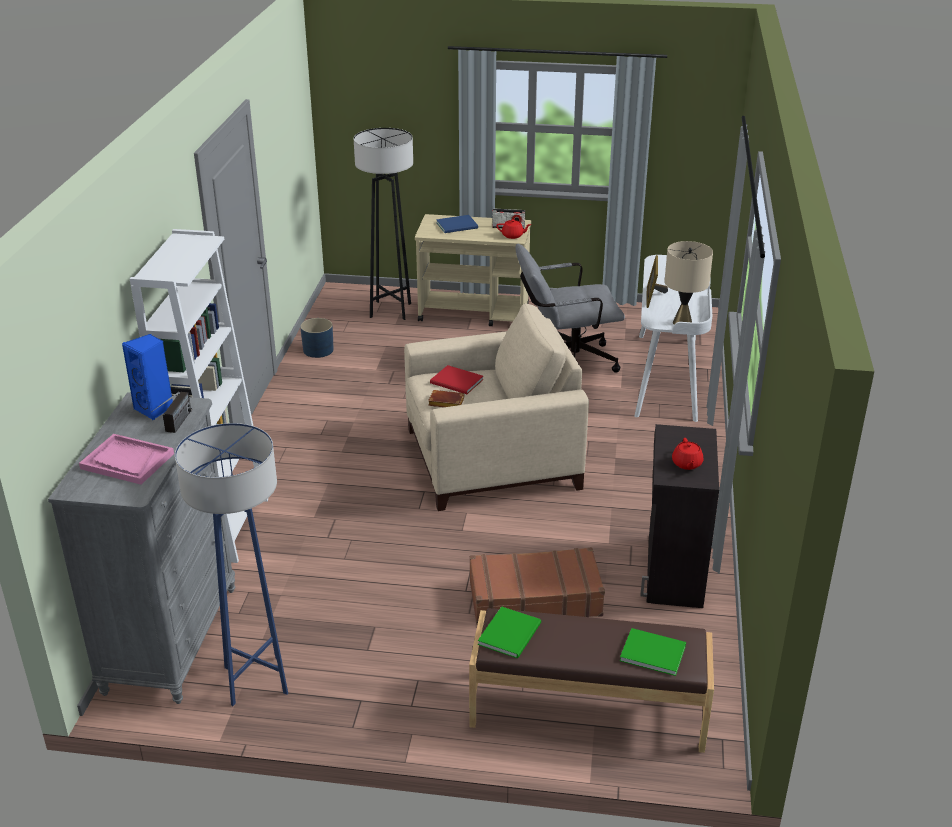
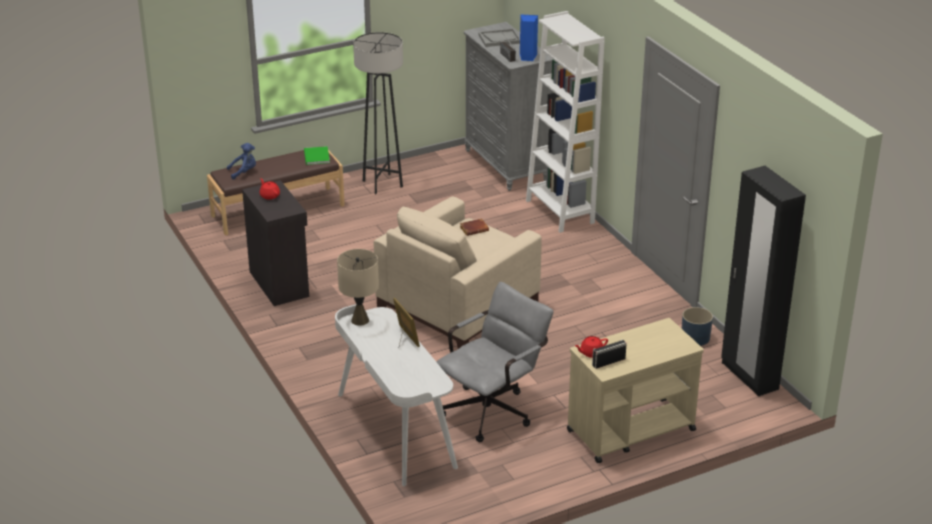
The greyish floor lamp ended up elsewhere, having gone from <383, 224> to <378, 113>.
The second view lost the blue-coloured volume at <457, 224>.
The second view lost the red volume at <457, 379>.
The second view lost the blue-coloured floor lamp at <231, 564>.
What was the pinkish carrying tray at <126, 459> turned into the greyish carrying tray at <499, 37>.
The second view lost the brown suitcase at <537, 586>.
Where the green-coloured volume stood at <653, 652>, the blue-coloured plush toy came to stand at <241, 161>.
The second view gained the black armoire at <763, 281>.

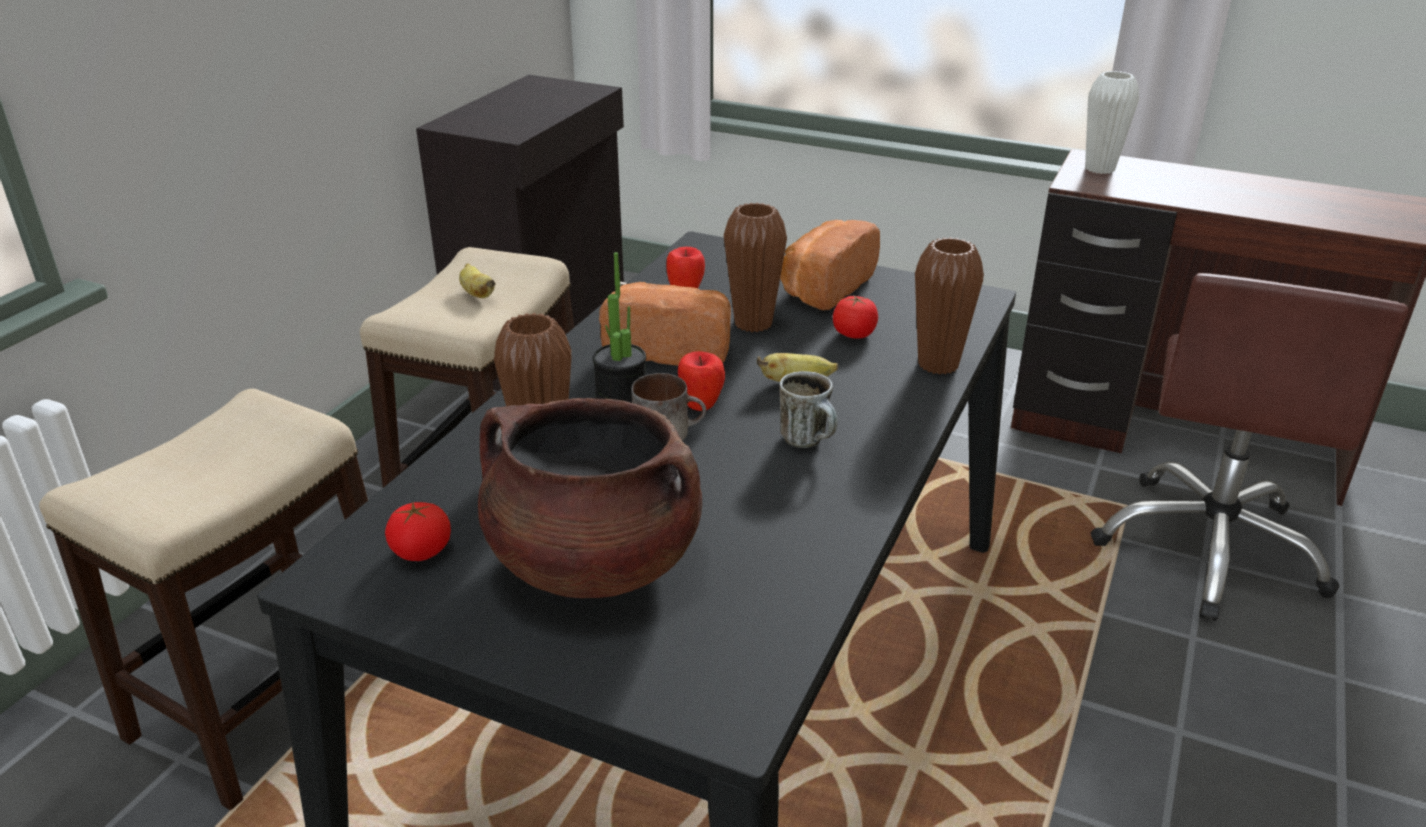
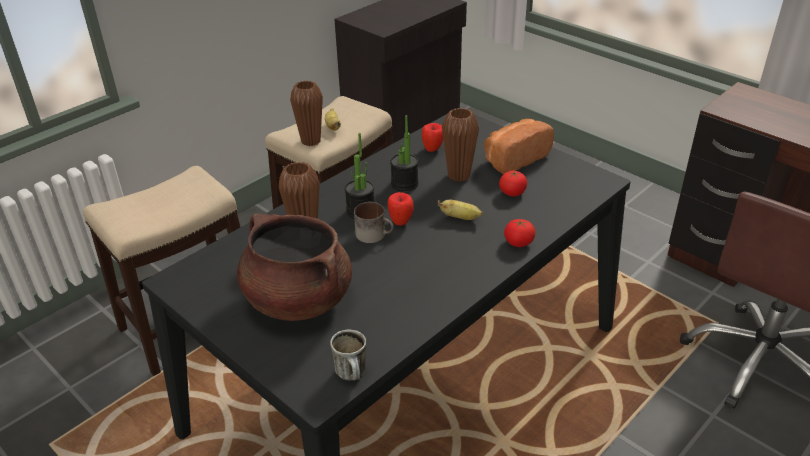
The second view lost the white-coloured flower vase at <1112, 122>.
The brown flower vase ended up elsewhere, having gone from <949, 306> to <306, 113>.
Where the baked bread stood at <665, 324>, the potted plant came to stand at <404, 153>.
The mug ended up elsewhere, having gone from <808, 409> to <348, 355>.
The tomato ended up elsewhere, having gone from <418, 531> to <519, 233>.

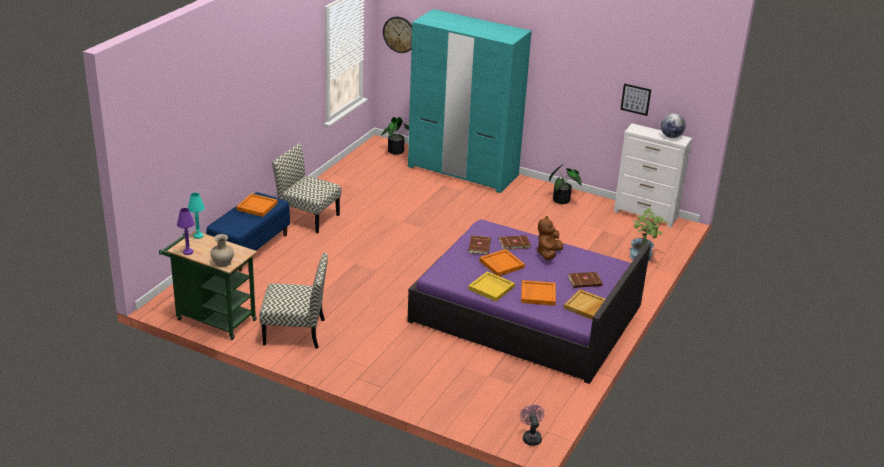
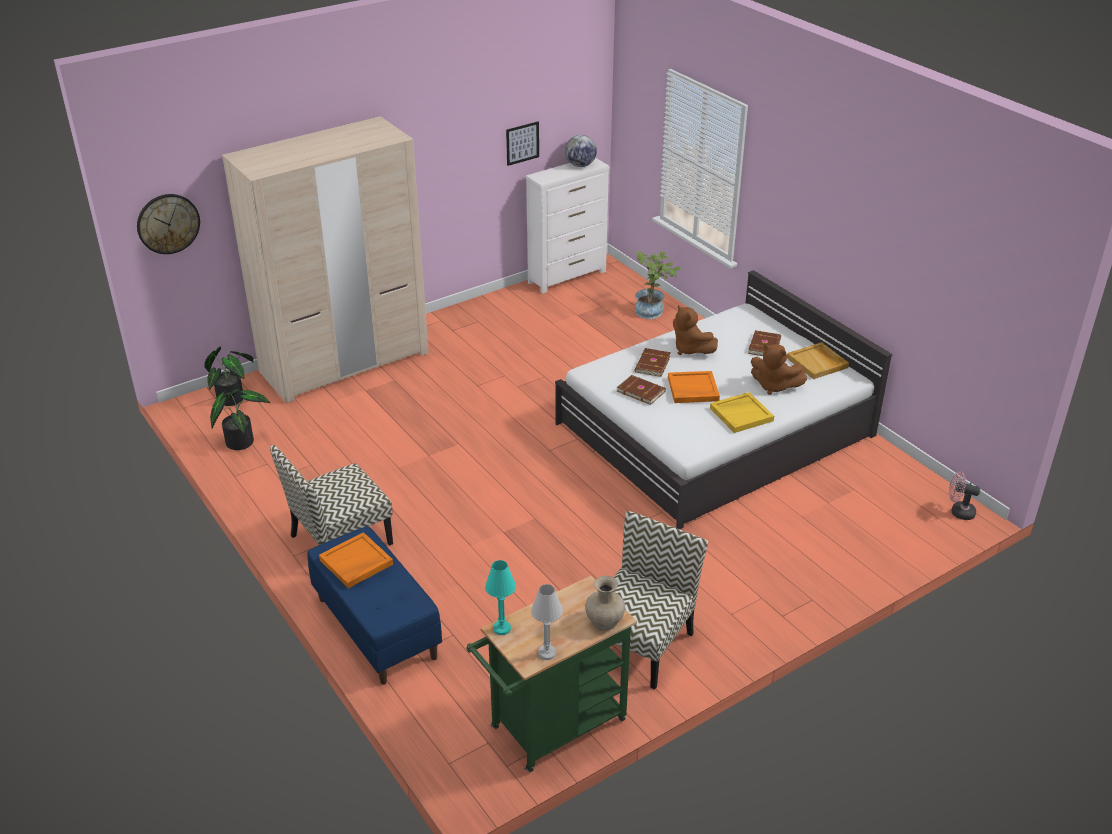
What was the turquoise armoire at <470, 101> turned into the beige-coloured armoire at <325, 259>.
The potted plant ended up elsewhere, having gone from <565, 184> to <240, 419>.
What was the purple lamp for a table at <186, 231> turned into the white-coloured lamp for a table at <547, 622>.
What was the purple sleeping bed at <529, 301> turned into the white-coloured sleeping bed at <723, 399>.
Where the orangey carrying tray stood at <538, 293>, the brown plush toy came to stand at <779, 369>.

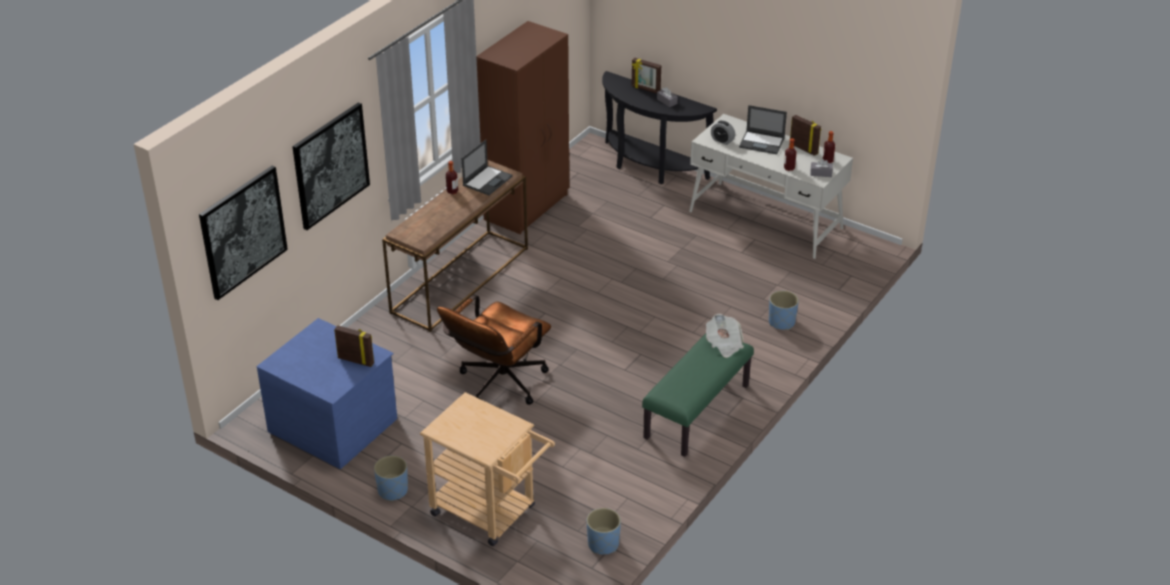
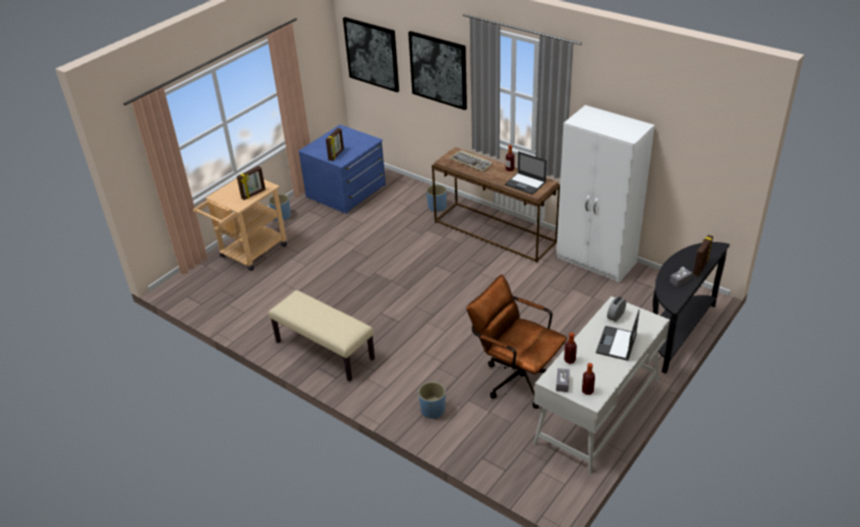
What was the brown armoire at <522, 127> turned into the white-coloured armoire at <605, 194>.
The picture frame ended up elsewhere, having gone from <805, 135> to <251, 183>.
The brown desk chair ended up elsewhere, having gone from <494, 350> to <516, 341>.
The second view lost the newspaper at <725, 336>.
What was the green-coloured indoor bench at <698, 395> turned into the beige-coloured indoor bench at <321, 336>.
The blue-coloured planter ended up elsewhere, having gone from <604, 531> to <436, 198>.
The second view gained the PC keyboard at <471, 161>.

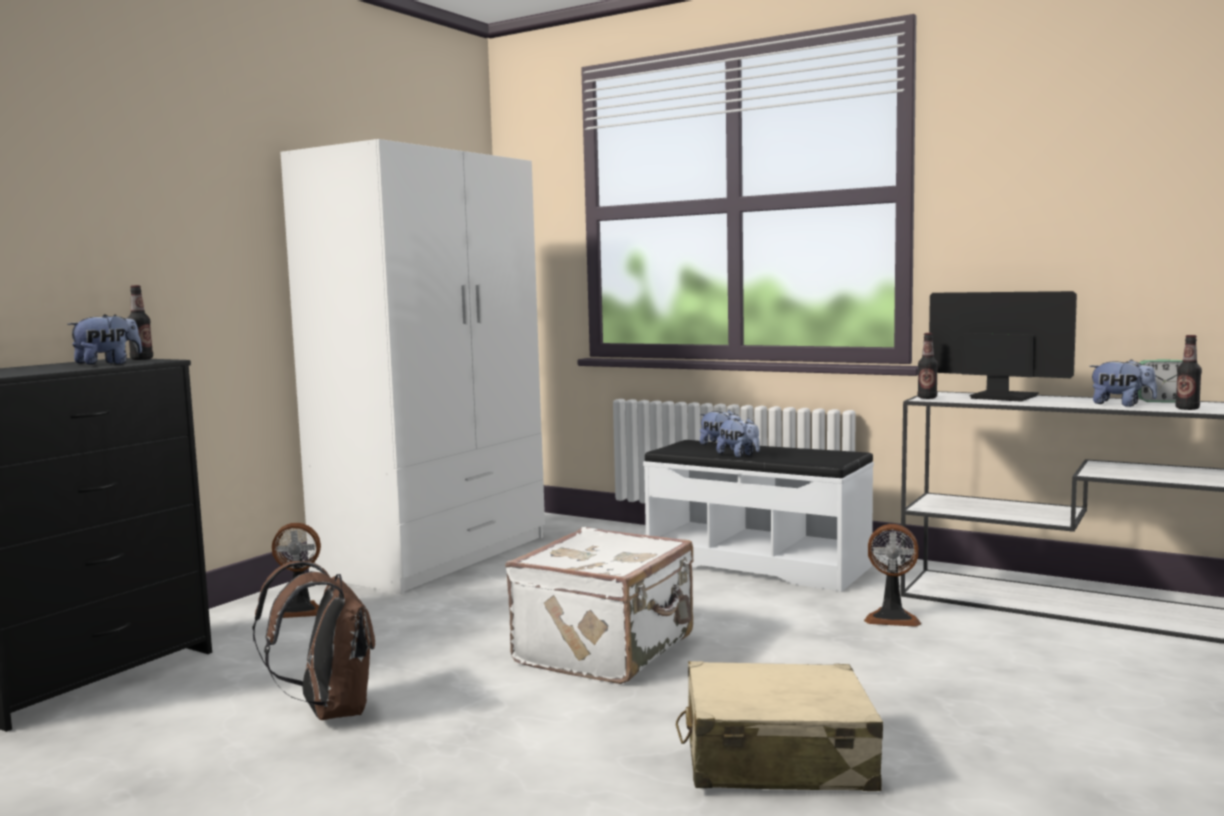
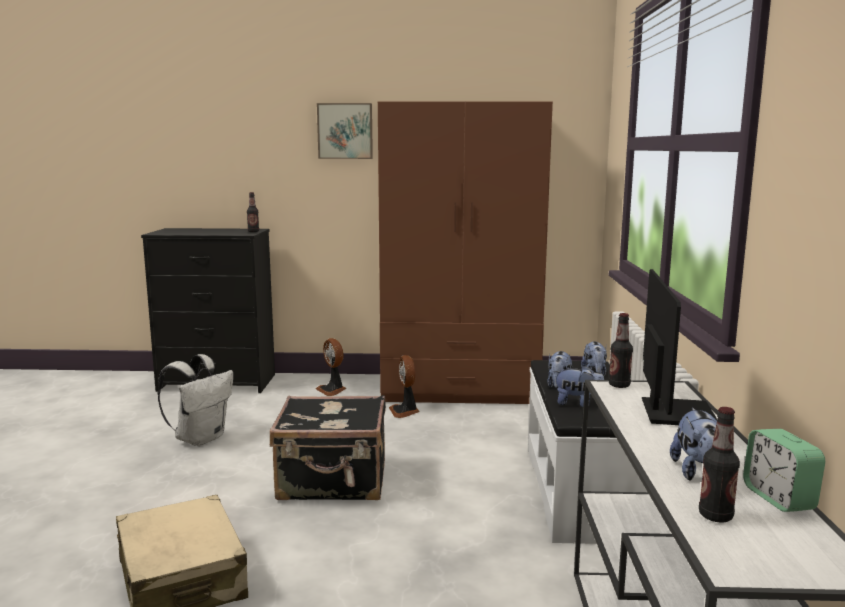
What was the white-coloured armoire at <412, 366> turned into the brown armoire at <465, 252>.
The plush toy ended up elsewhere, having gone from <104, 339> to <578, 386>.
The fan ended up elsewhere, having gone from <892, 575> to <404, 386>.
What was the white-coloured suitcase at <599, 605> turned into the black suitcase at <328, 447>.
What was the brown knapsack at <314, 640> turned into the white-coloured knapsack at <195, 400>.
The second view gained the wall art at <345, 131>.

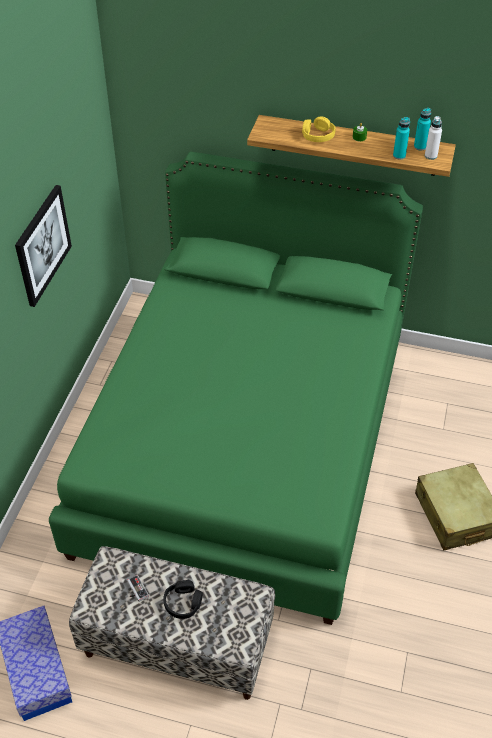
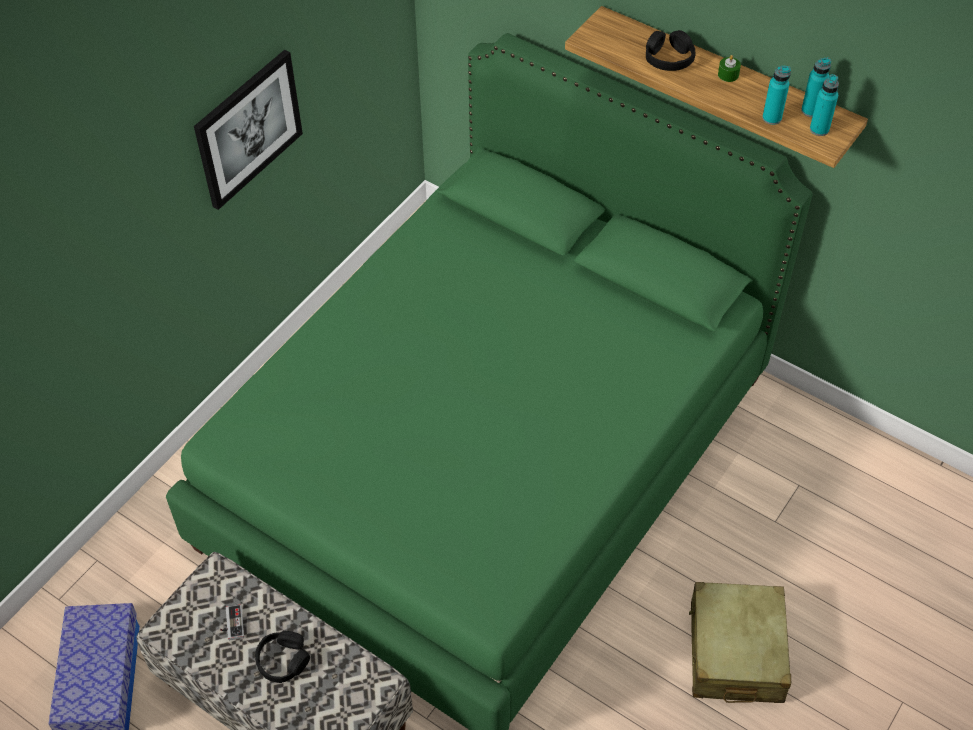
What was the yellow-coloured pair of headphones at <319, 129> turned into the black pair of headphones at <671, 50>.
What was the white-coloured bottle at <433, 138> turned into the turquoise bottle at <824, 105>.

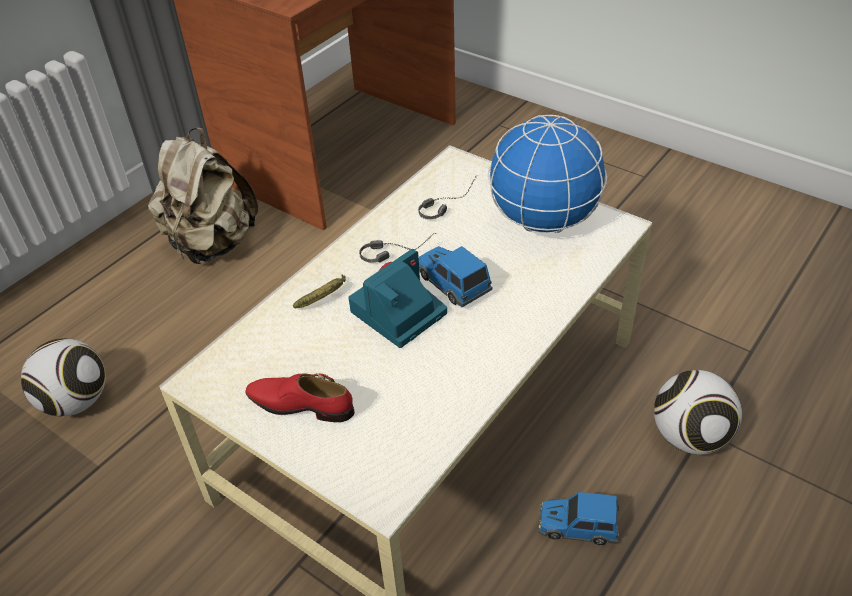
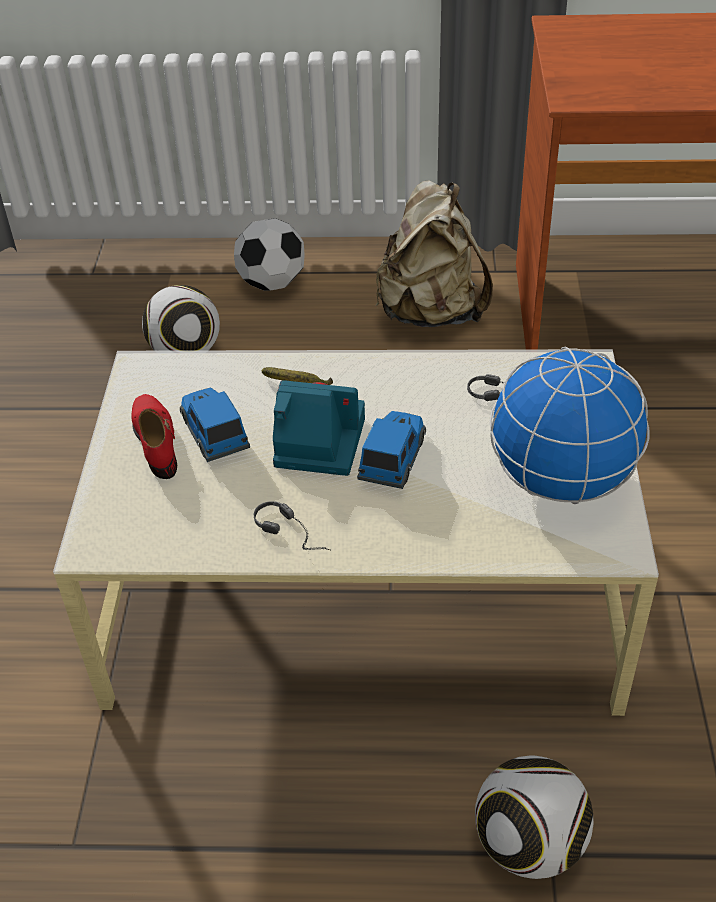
The pair of headphones ended up elsewhere, having gone from <398, 248> to <292, 525>.
The toy car ended up elsewhere, having gone from <578, 518> to <215, 424>.
The second view gained the football ball at <269, 254>.

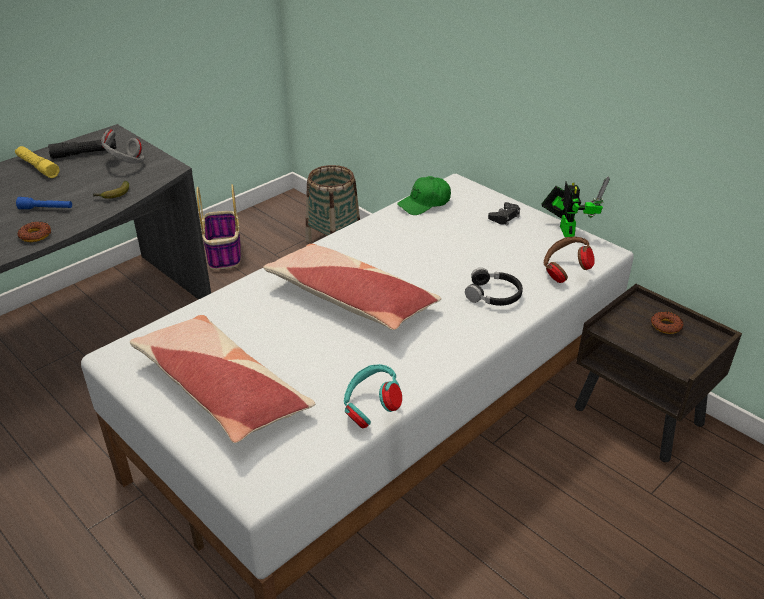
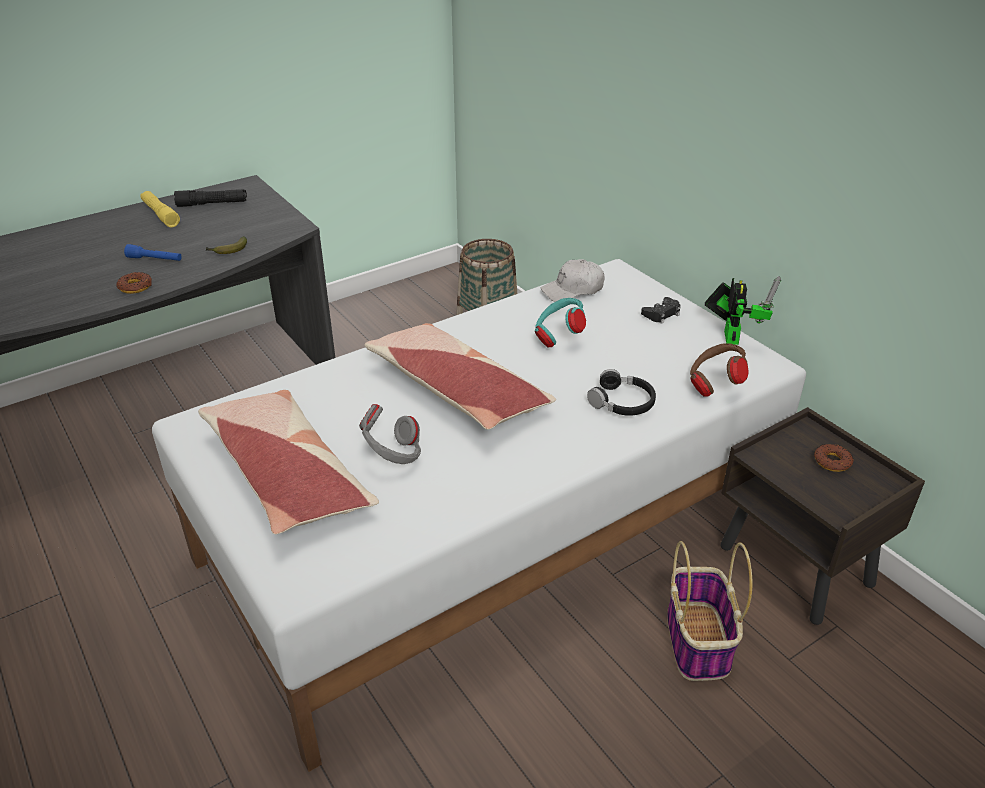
The greyish pair of headphones ended up elsewhere, having gone from <122, 146> to <390, 434>.
What was the green-coloured cap at <424, 195> turned into the white-coloured cap at <573, 280>.
The household basket ended up elsewhere, having gone from <219, 227> to <709, 611>.
The turquoise pair of headphones ended up elsewhere, having gone from <373, 396> to <560, 322>.

